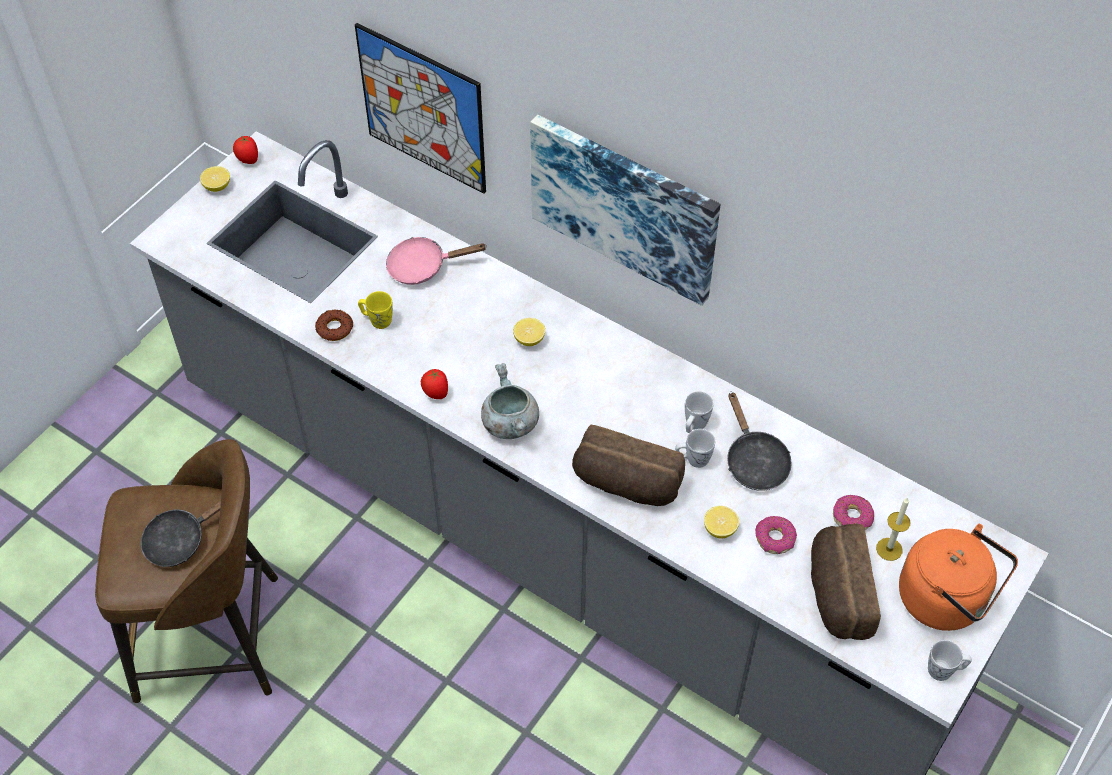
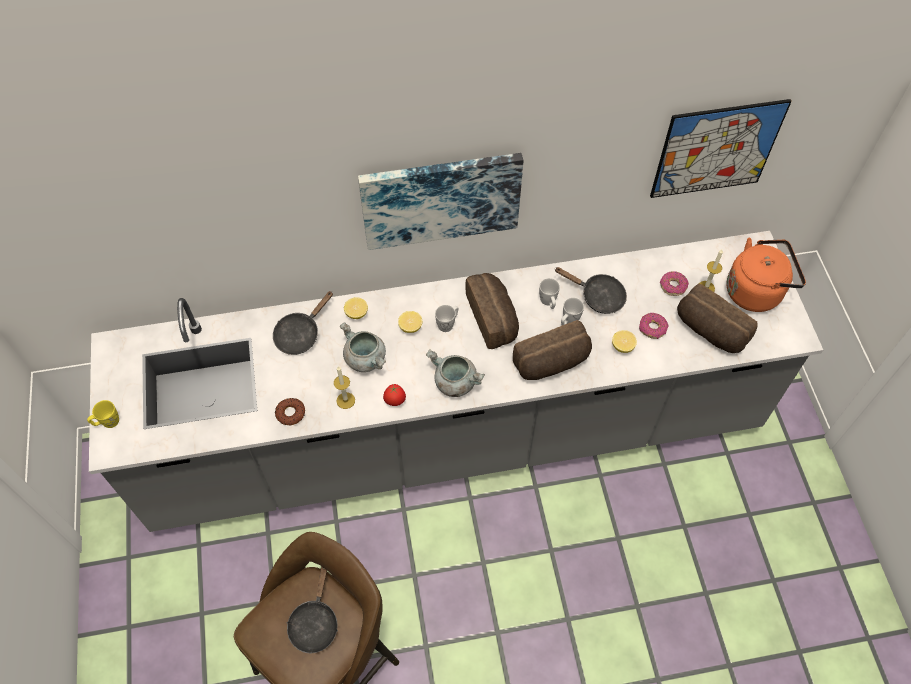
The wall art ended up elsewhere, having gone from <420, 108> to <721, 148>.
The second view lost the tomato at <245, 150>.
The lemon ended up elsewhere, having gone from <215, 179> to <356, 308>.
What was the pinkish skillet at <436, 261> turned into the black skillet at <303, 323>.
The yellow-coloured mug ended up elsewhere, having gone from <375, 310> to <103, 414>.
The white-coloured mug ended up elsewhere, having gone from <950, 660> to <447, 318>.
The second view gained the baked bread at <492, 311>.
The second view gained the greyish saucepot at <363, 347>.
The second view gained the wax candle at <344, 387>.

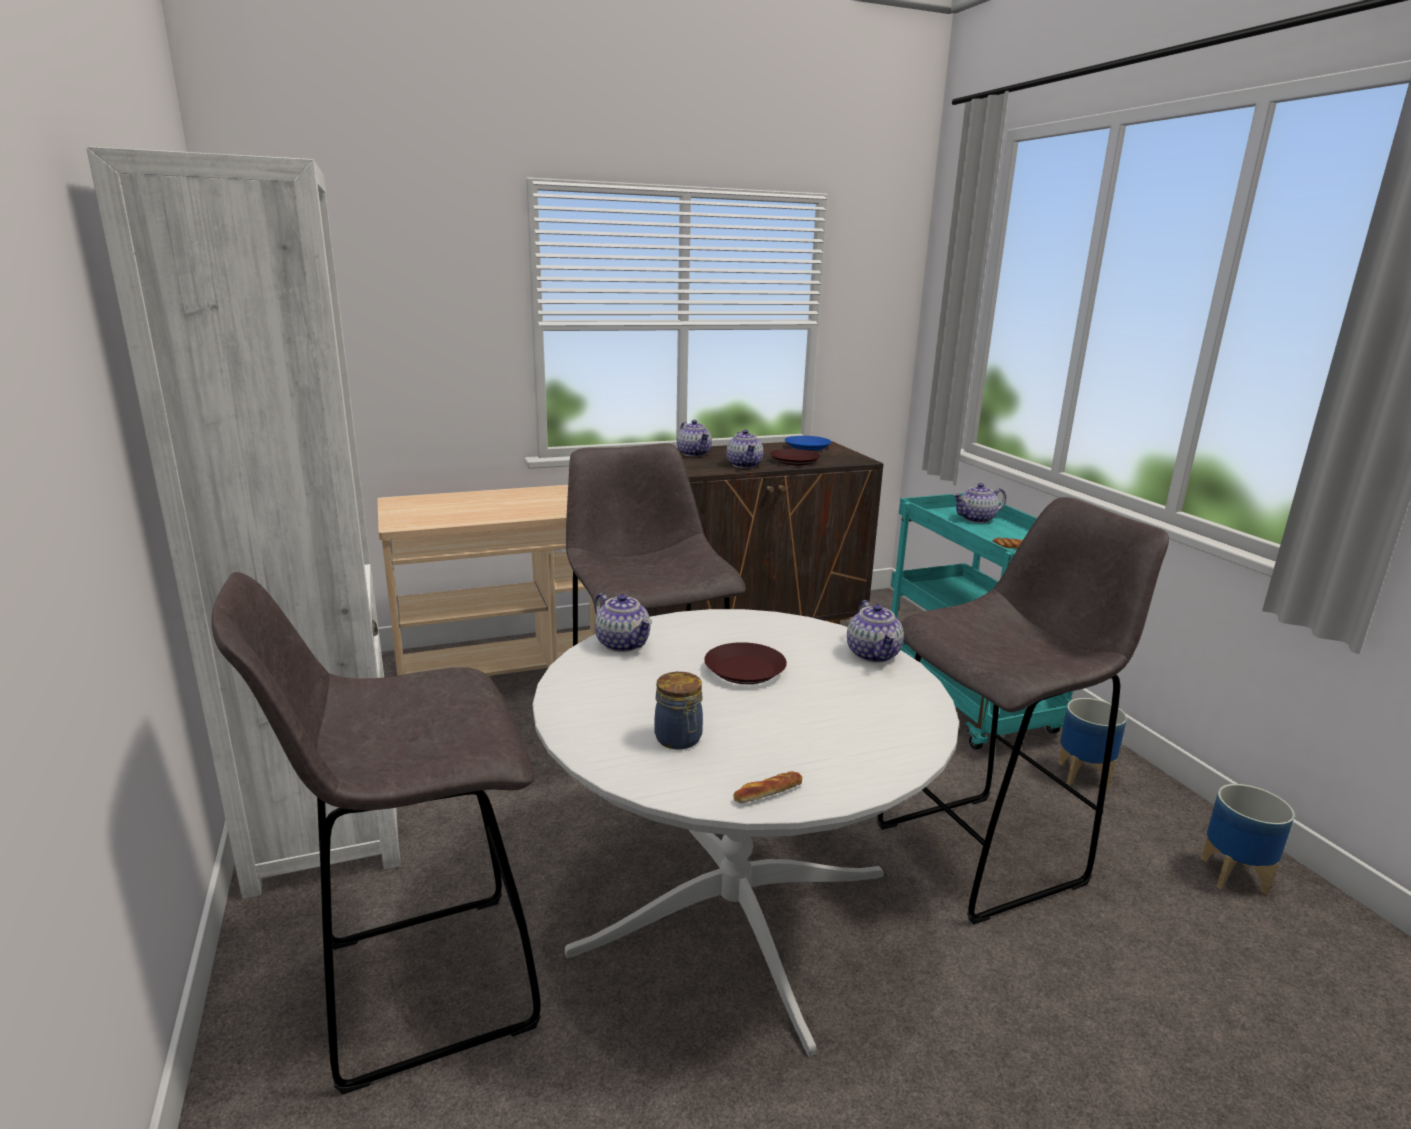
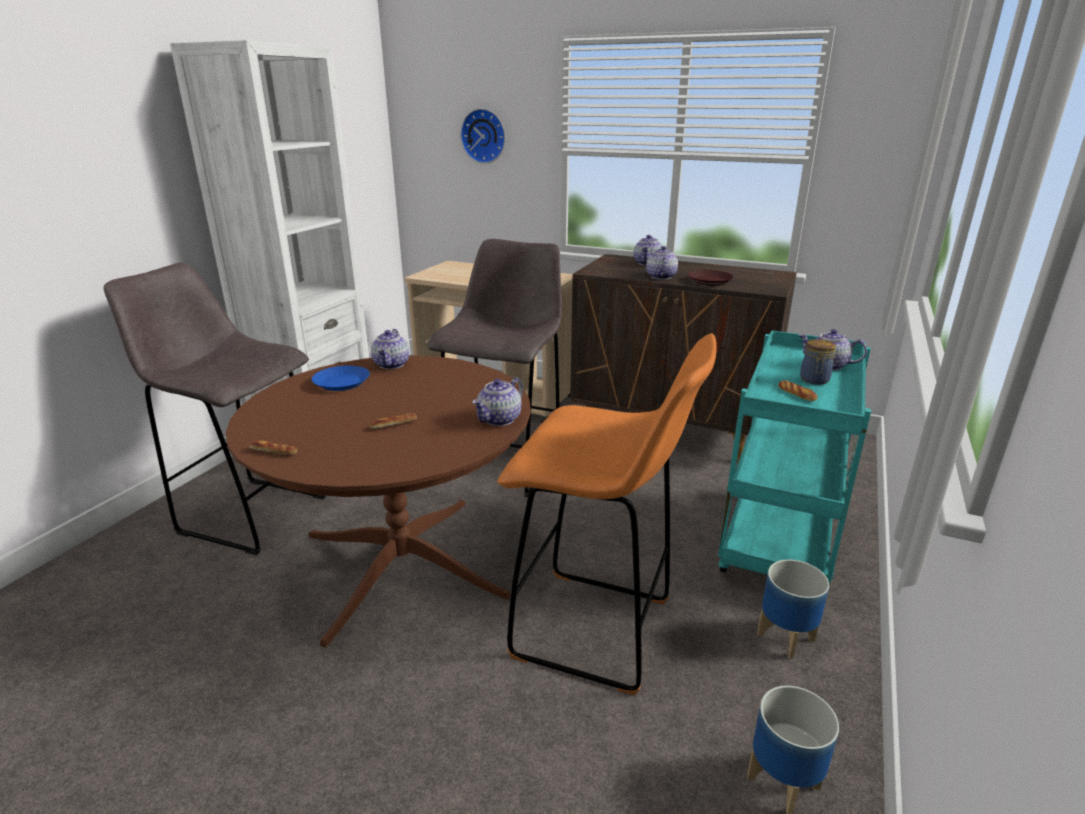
The teapot at <745, 449> ended up facing another way, 150 degrees clockwise from before.
The blue-coloured dinner plate ended up elsewhere, having gone from <808, 443> to <341, 378>.
What was the greyish stool at <1023, 710> turned into the orangey stool at <607, 514>.
What was the white-coloured kitchen table at <746, 833> turned into the brown kitchen table at <378, 502>.
The second view lost the brown dinner plate at <745, 663>.
The preserve jar ended up elsewhere, having gone from <678, 710> to <818, 362>.
The second view gained the clock on the wall at <482, 136>.
The second view gained the baked bread at <393, 421>.

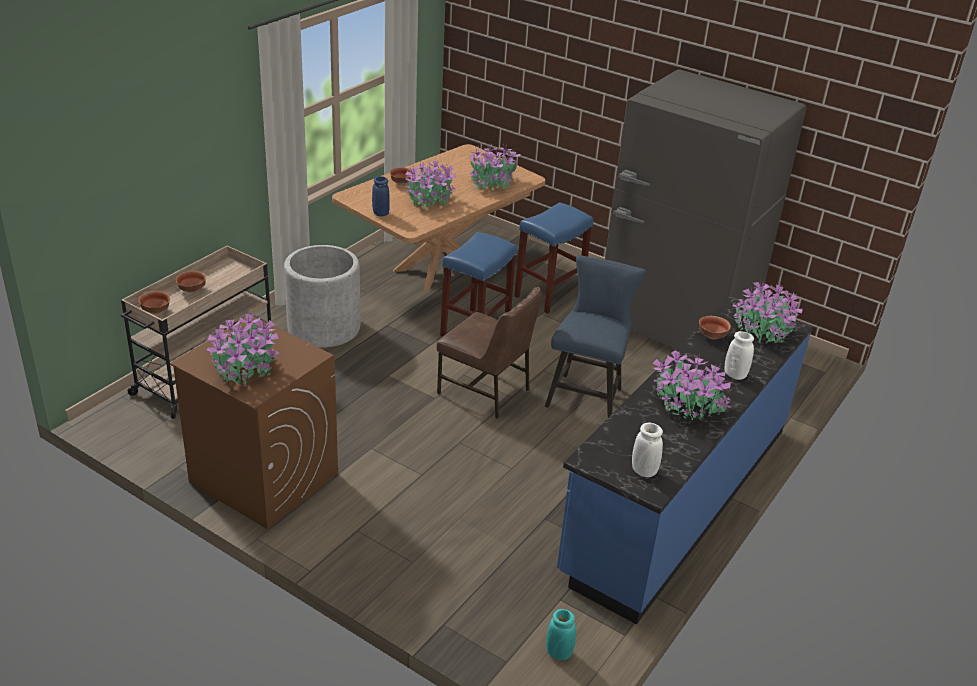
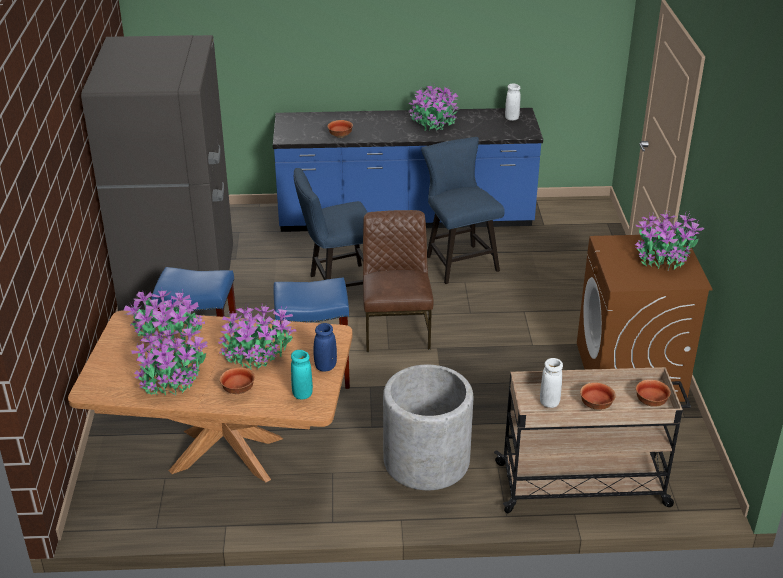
The potted plant ended up elsewhere, having gone from <768, 311> to <169, 361>.
The white-coloured flower vase ended up elsewhere, having gone from <739, 355> to <551, 383>.
The turquoise flower vase ended up elsewhere, having gone from <561, 634> to <302, 375>.
The second view gained the blue-coloured upright chair at <463, 210>.

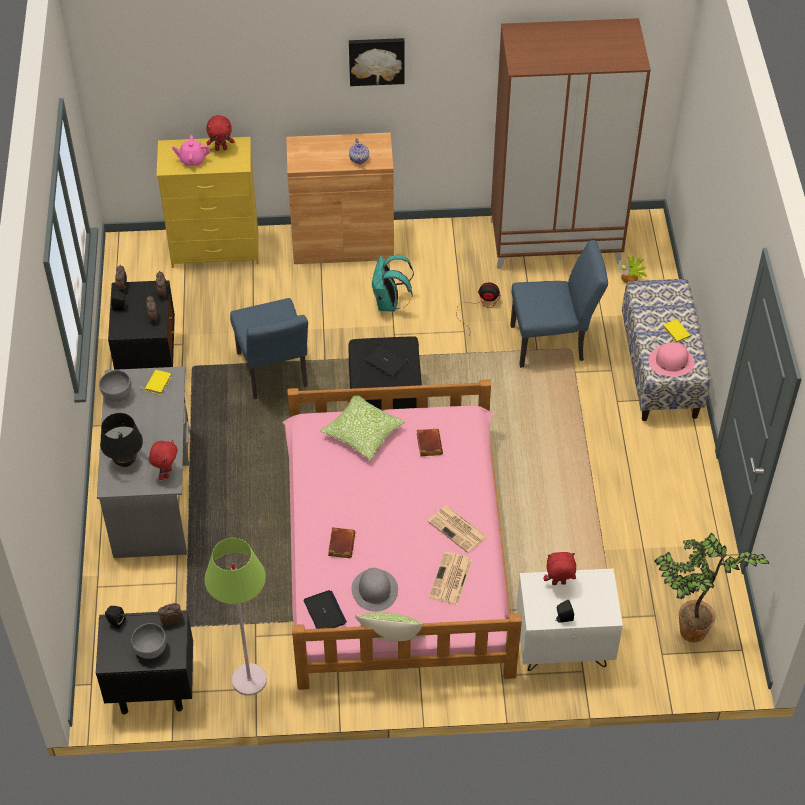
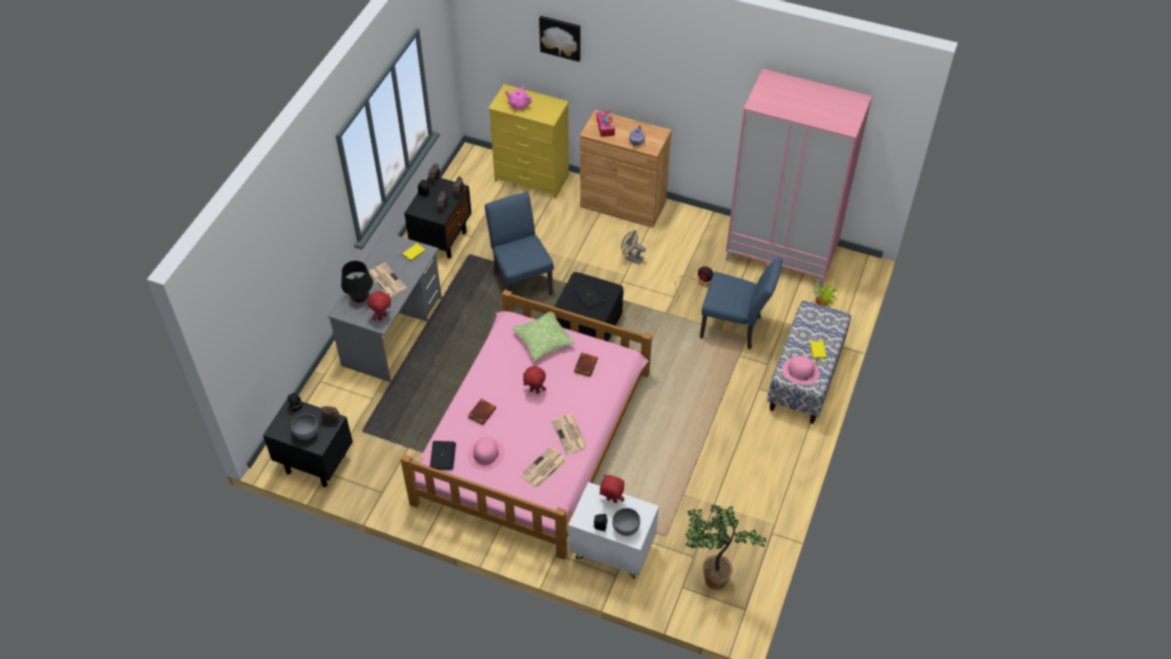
What was the brown armoire at <571, 143> turned into the pinkish armoire at <798, 178>.
The wall art ended up elsewhere, having gone from <377, 62> to <560, 39>.
The red plush toy ended up elsewhere, having gone from <220, 133> to <534, 380>.
Where the turquoise knapsack stood at <392, 283>, the greyish fan came to stand at <633, 247>.
The blue-coloured upright chair at <269, 348> ended up facing another way, 150 degrees clockwise from before.
The greyish bowl ended up elsewhere, having gone from <115, 386> to <626, 522>.
The second view lost the green-coloured floor lamp at <235, 617>.
What was the greyish clothing hat at <374, 590> turned into the pinkish clothing hat at <486, 454>.
The second view lost the pillow at <390, 627>.
The second view gained the tissue box at <606, 124>.
The second view gained the newspaper at <388, 280>.

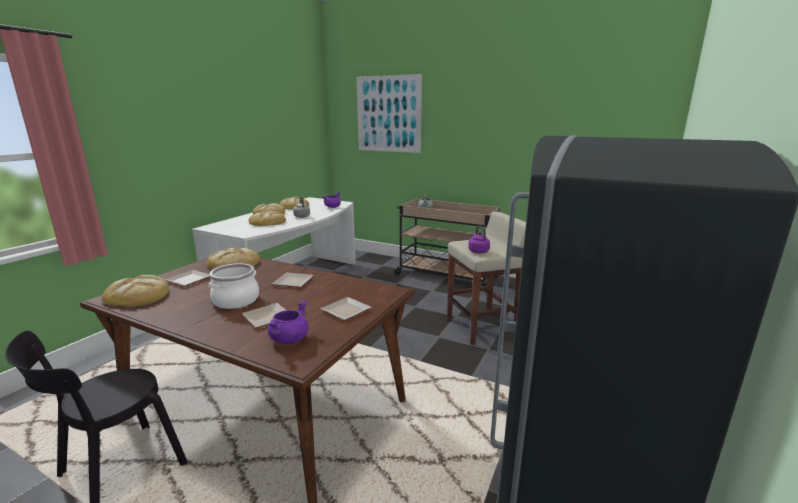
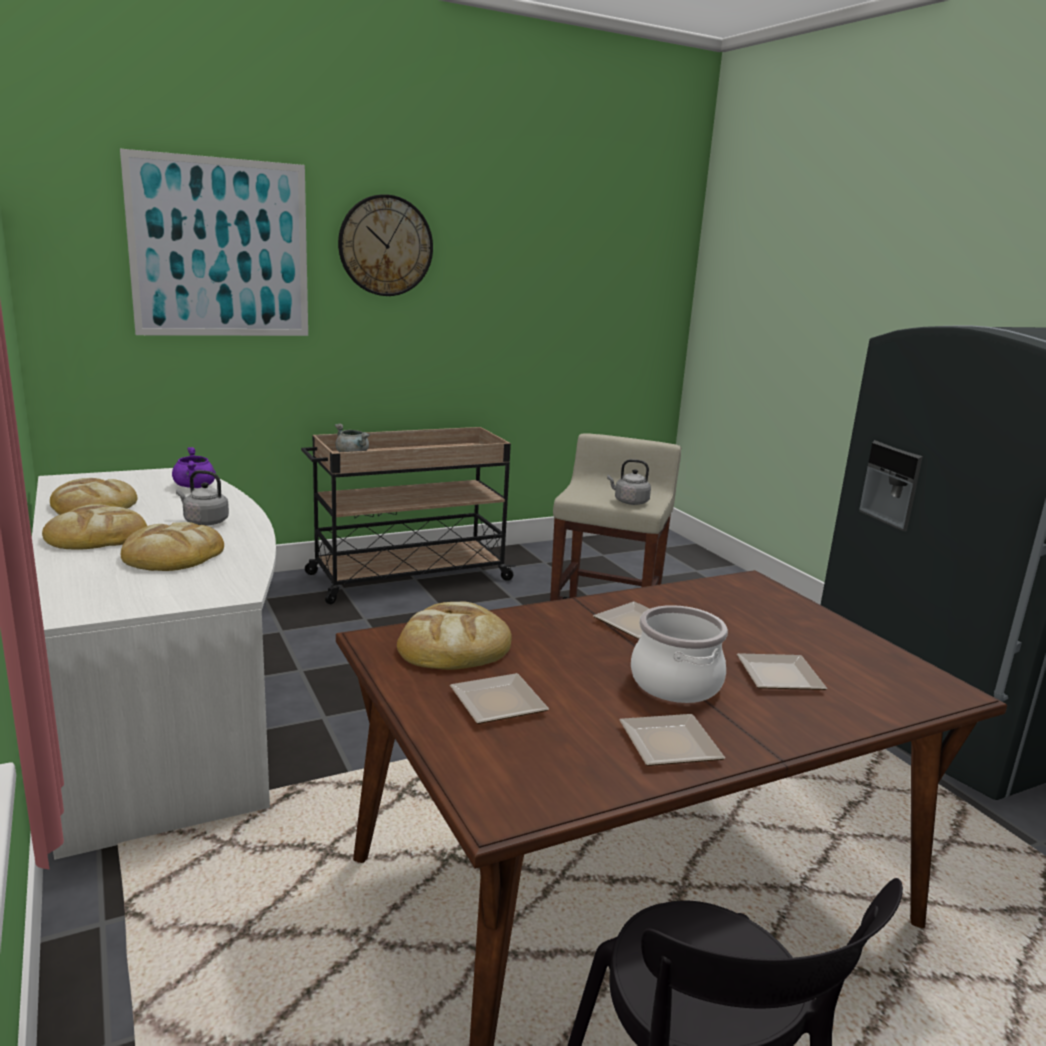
What was the purple tea kettle at <479, 240> turned into the greyish tea kettle at <629, 482>.
The second view lost the baked bread at <135, 291>.
The dinner plate ended up elsewhere, having gone from <346, 308> to <672, 740>.
The second view lost the purple saucepot at <288, 322>.
The second view gained the clock on the wall at <385, 245>.

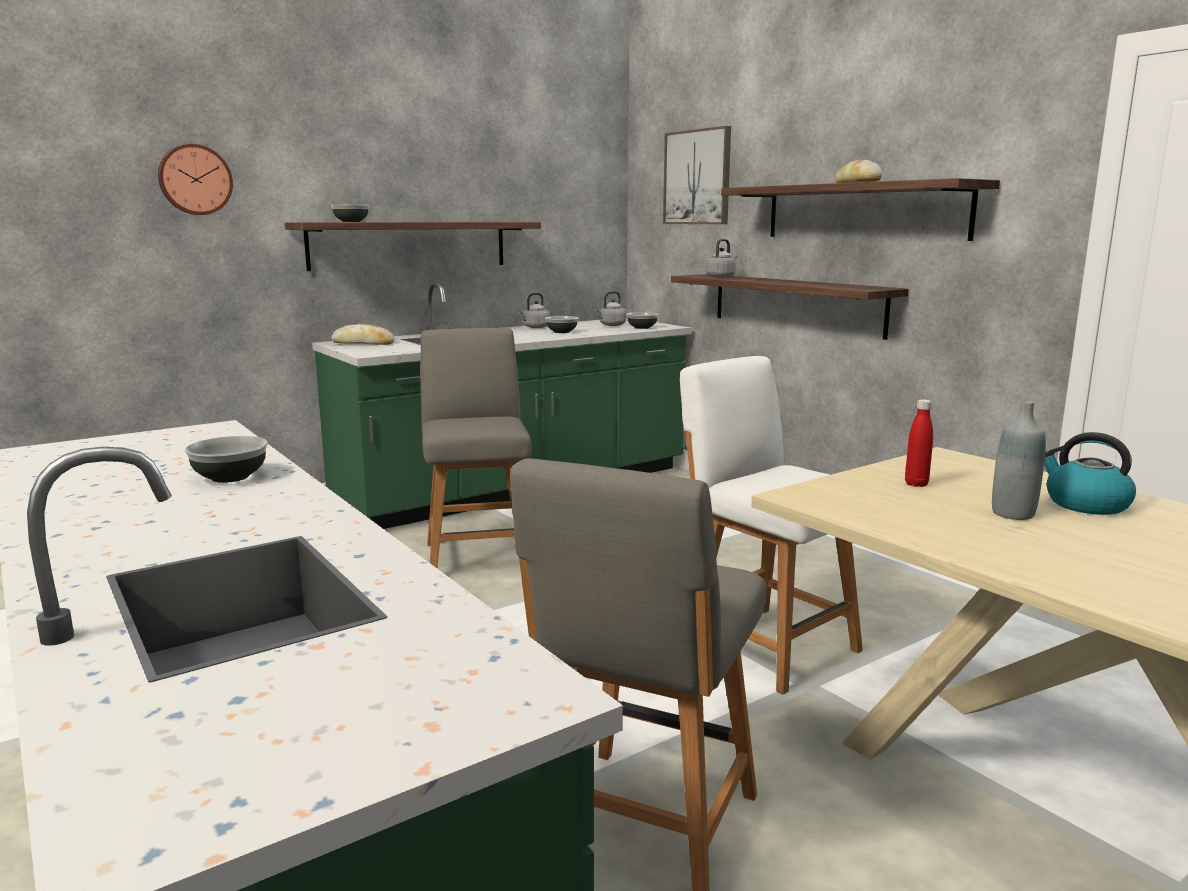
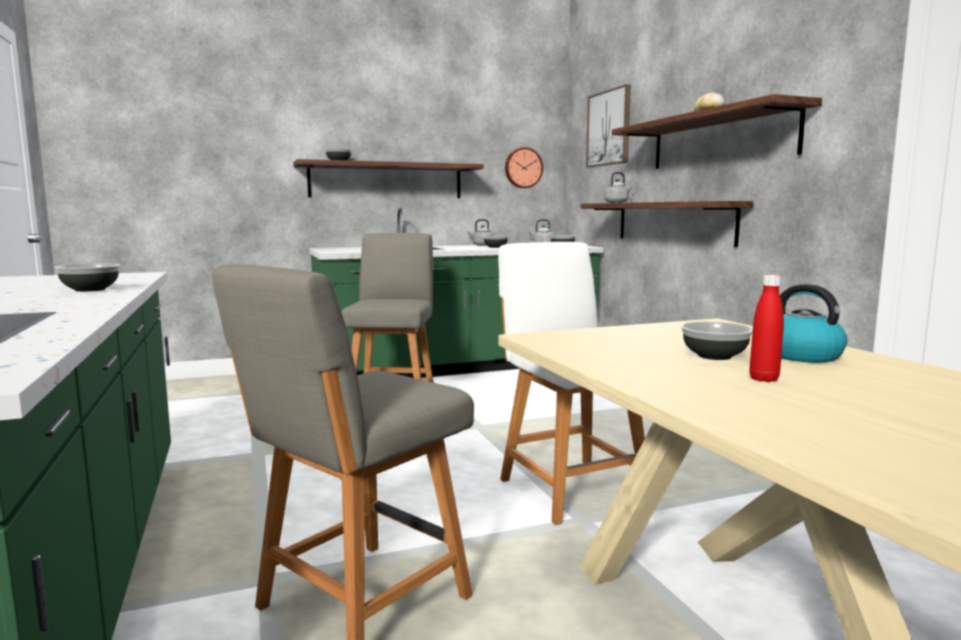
The clock on the wall ended up elsewhere, having gone from <195, 179> to <524, 167>.
The second view lost the baked bread at <363, 334>.
The red bottle ended up elsewhere, having gone from <919, 443> to <767, 328>.
Where the greyish bottle stood at <1019, 460>, the bowl came to stand at <717, 341>.

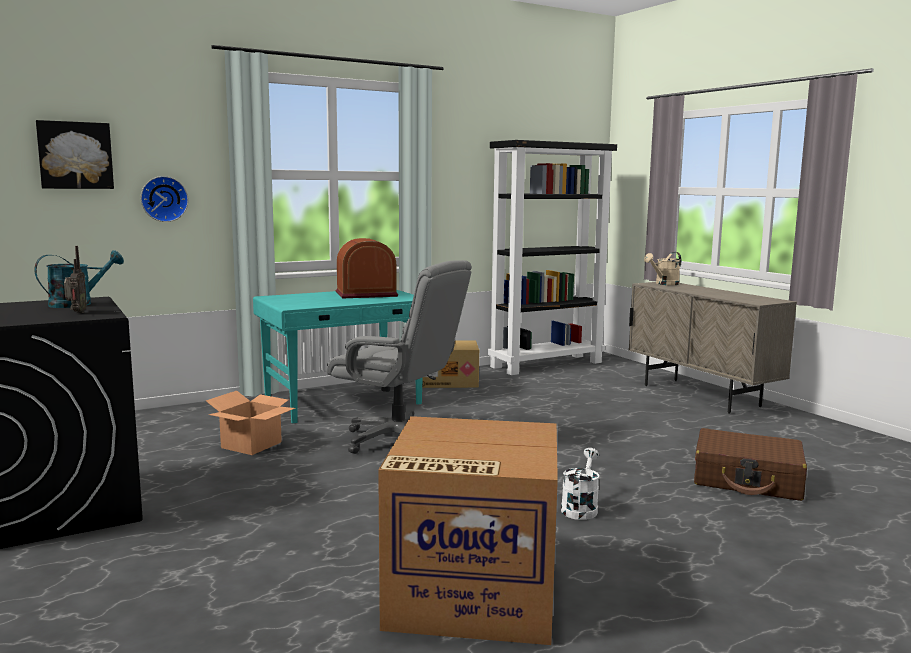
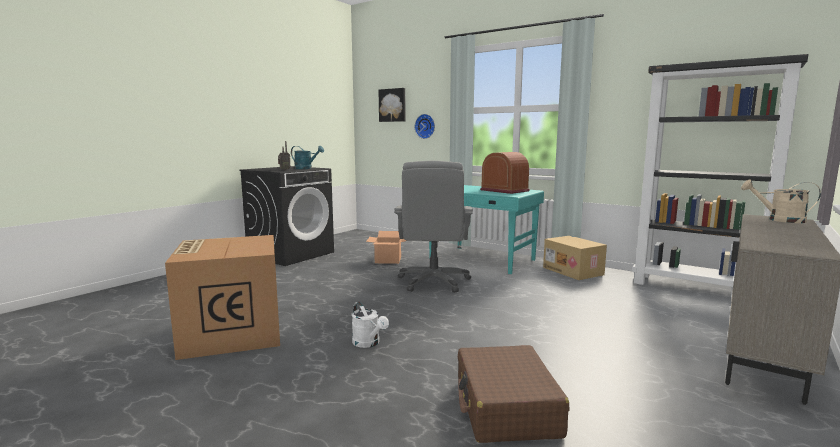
The white-coloured watering can at <580, 484> ended up facing another way, 60 degrees clockwise from before.

